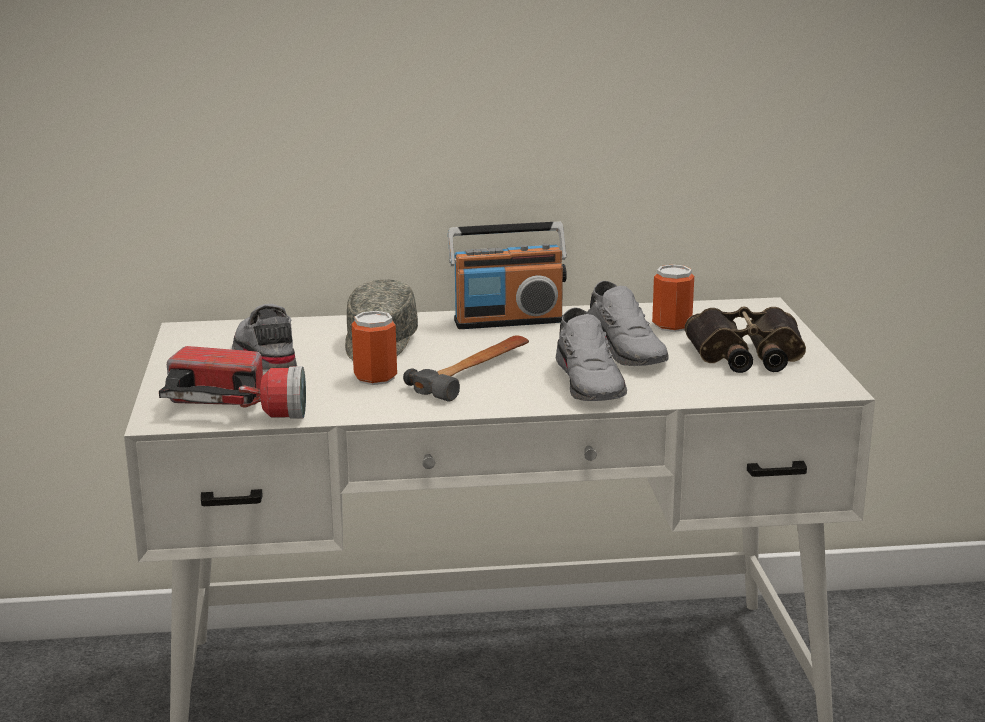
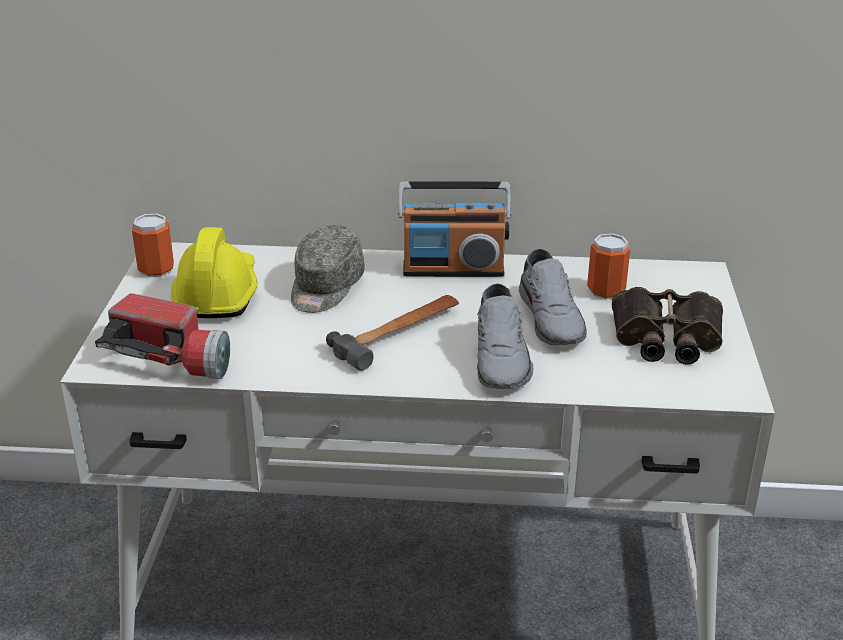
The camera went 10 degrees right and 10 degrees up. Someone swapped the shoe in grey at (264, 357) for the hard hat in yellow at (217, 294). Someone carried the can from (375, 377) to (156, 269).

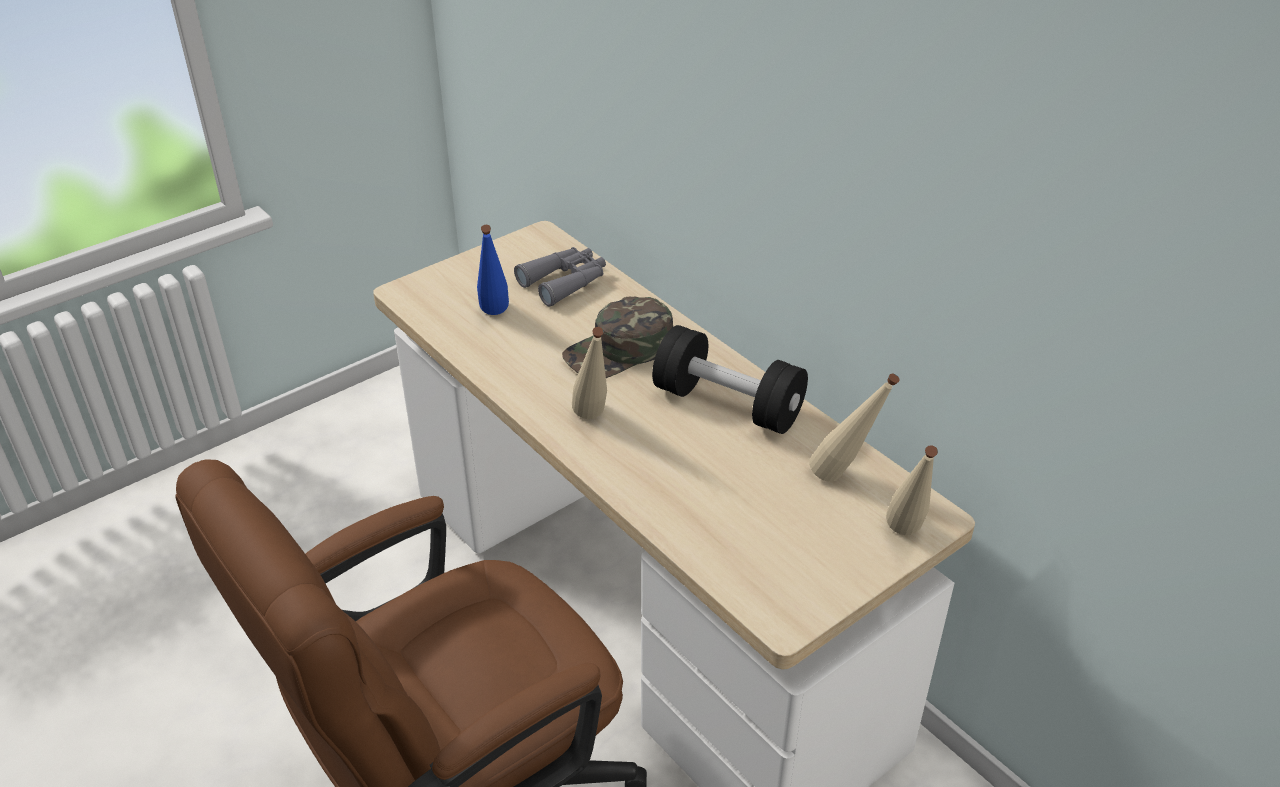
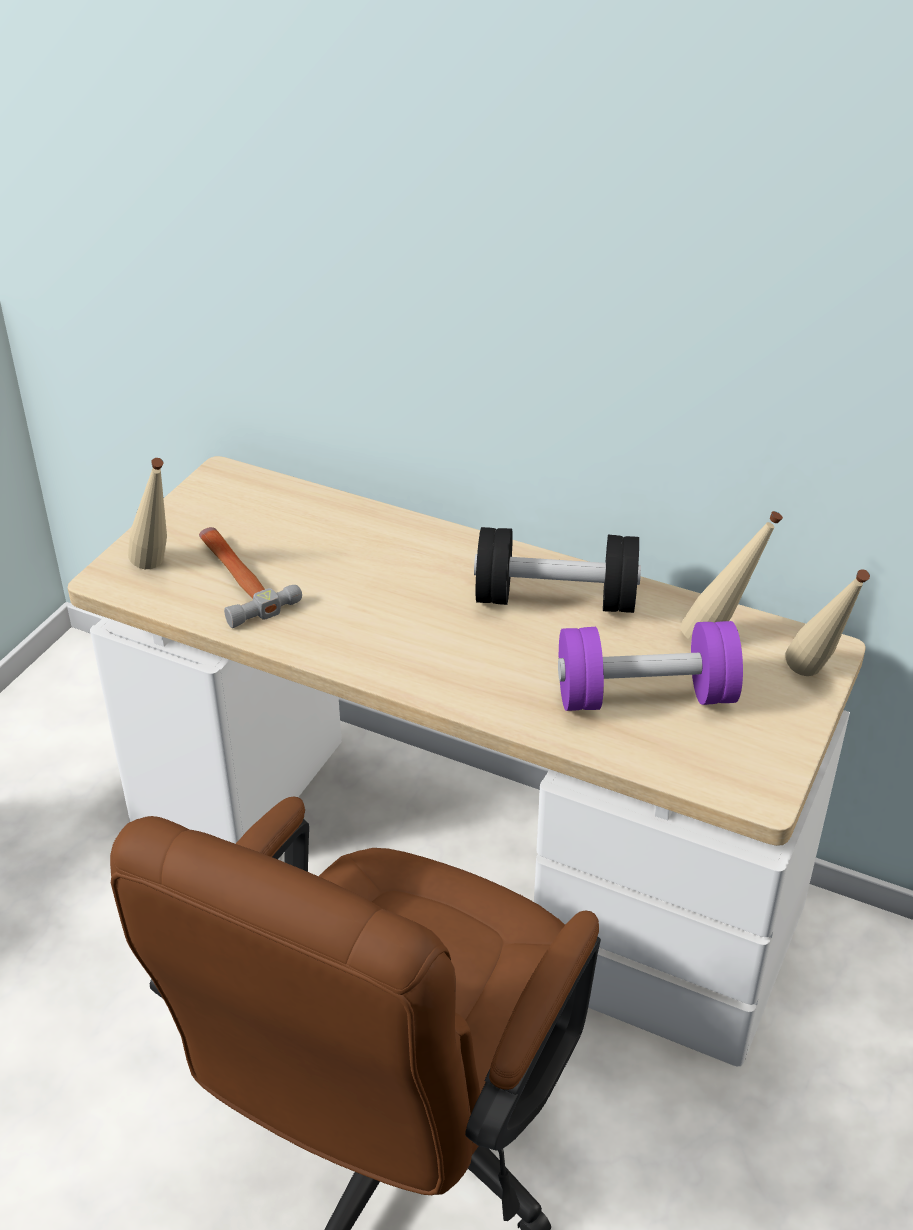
The camera went 25 degrees left and 0 degrees up. Someone swapped the bottle in blue at (494, 317) for the hammer at (237, 578). Someone took away the binoculars in grey at (565, 282). Someone took away the cap in green at (620, 350). Someone carried the bottle in beige from (593, 421) to (158, 569). Someone put down the dumbbell in purple at (645, 696).

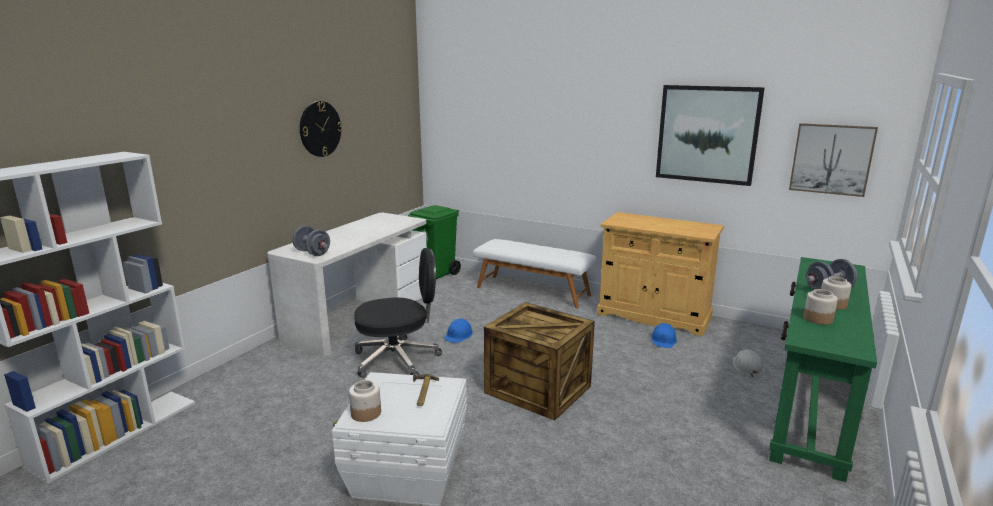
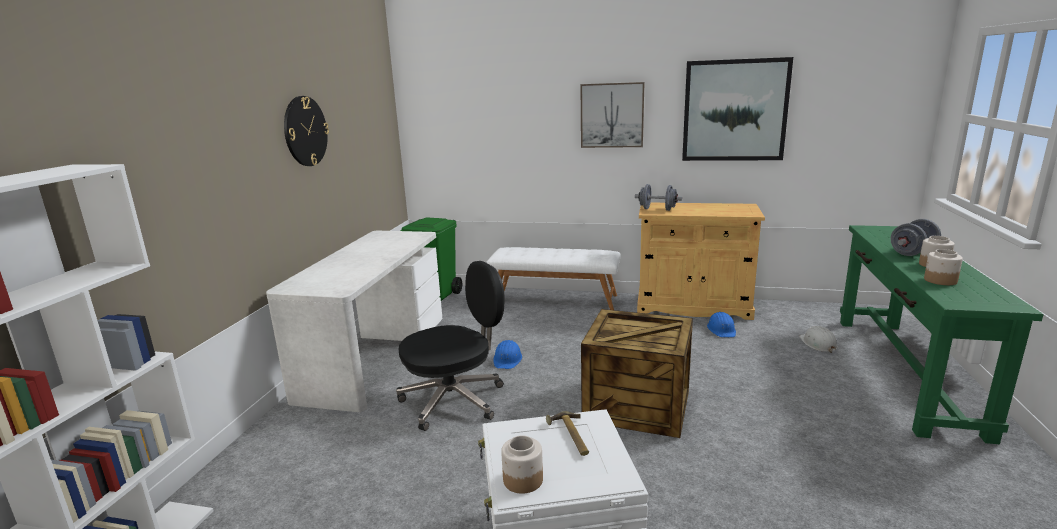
The camera went 15 degrees left and 0 degrees up. Someone carried the dumbbell in grey from (312, 253) to (657, 209). Someone carried the picture from (831, 159) to (612, 115).

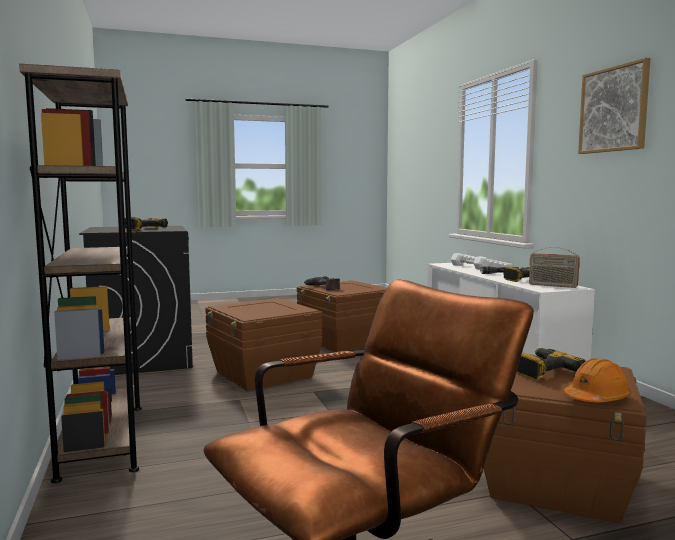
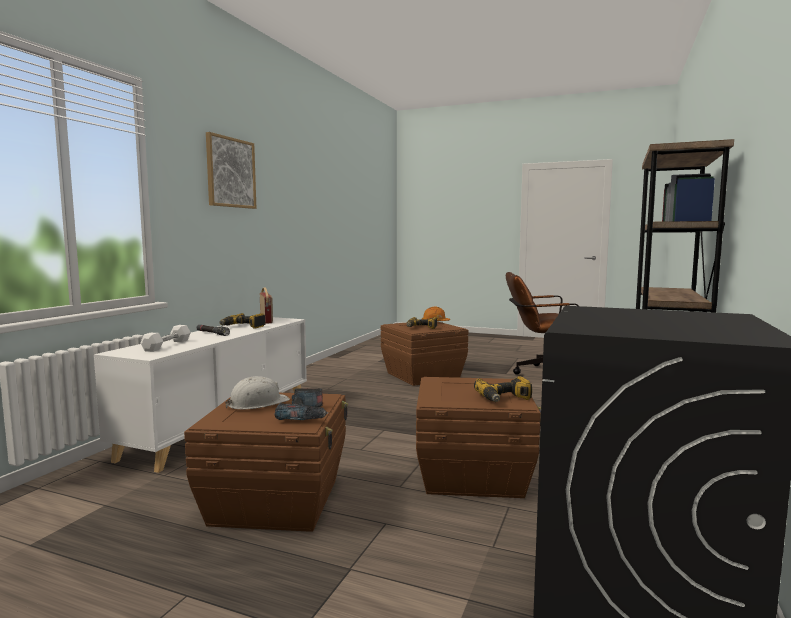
The camera went 140 degrees left and 0 degrees up. Someone carried the power drill from (144, 229) to (504, 399). Someone put down the hard hat in white at (257, 403).

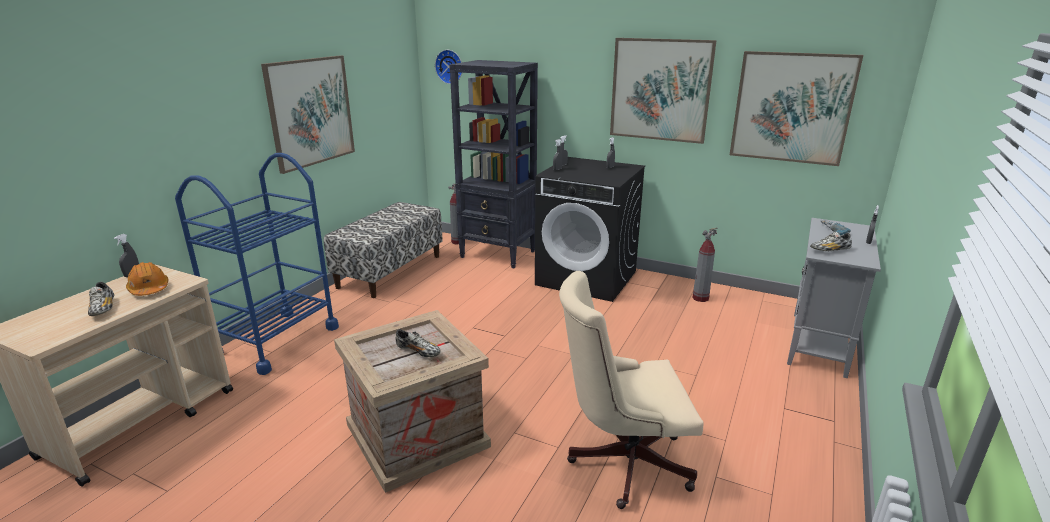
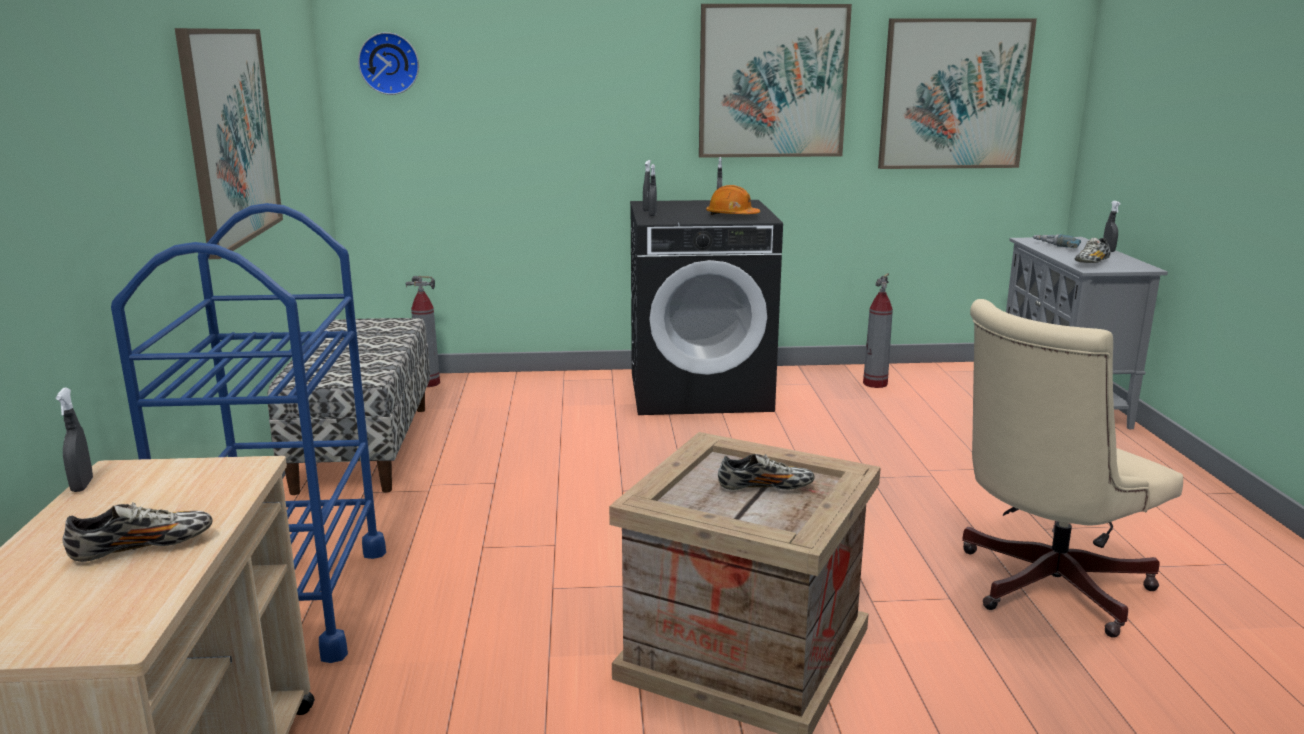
The camera went 30 degrees left and 5 degrees down. Someone rotated the shoe at (103, 309) by 60 degrees counterclockwise. Someone carried the hard hat in orange from (149, 289) to (732, 216). Someone took away the bookcase in black at (498, 254).

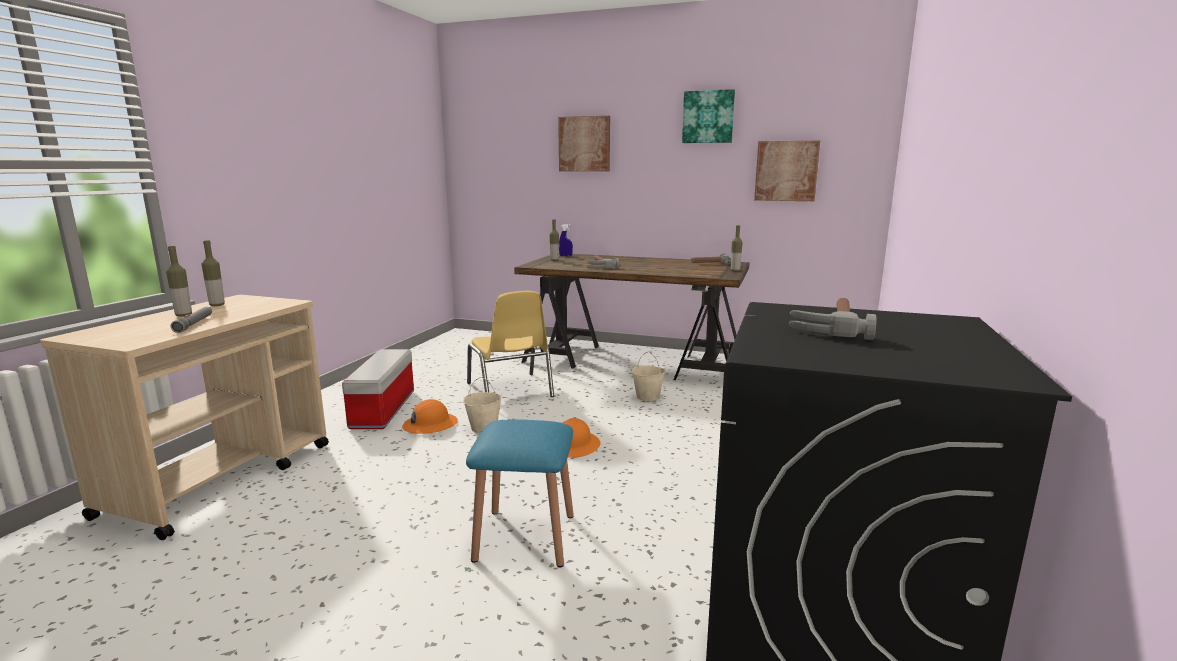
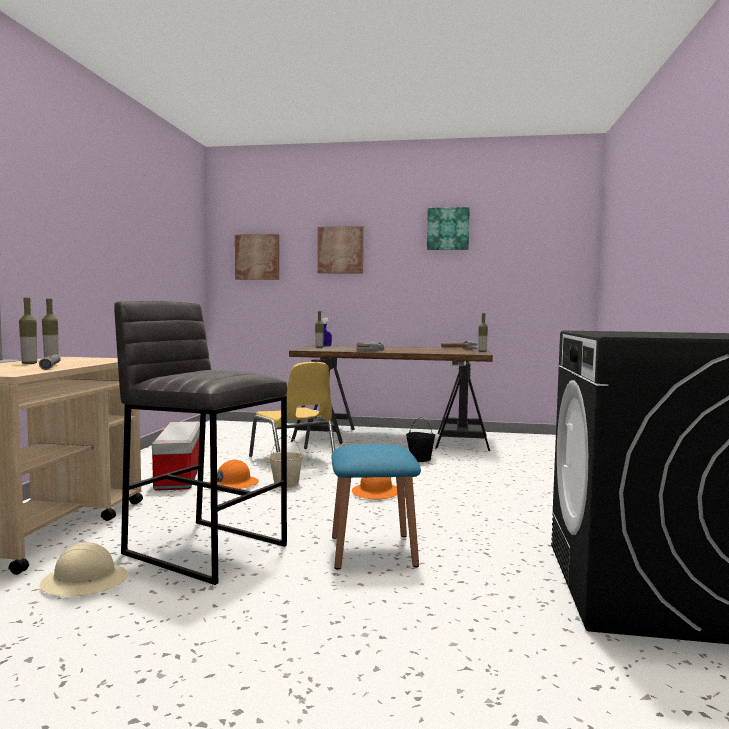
The camera went 10 degrees left and 10 degrees down. Someone repainted the bucket in beige at (648, 397), which became the bucket in black at (420, 459). Someone carried the picture from (786, 171) to (257, 257). Someone took away the hammer at (829, 325). Someone put down the hard hat in beige at (85, 582). Someone put down the stool in grey at (205, 548).

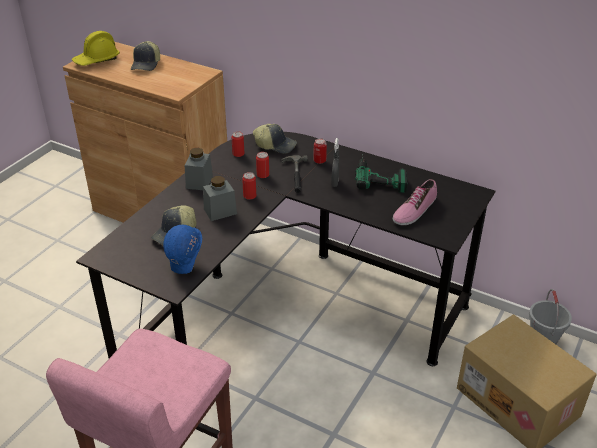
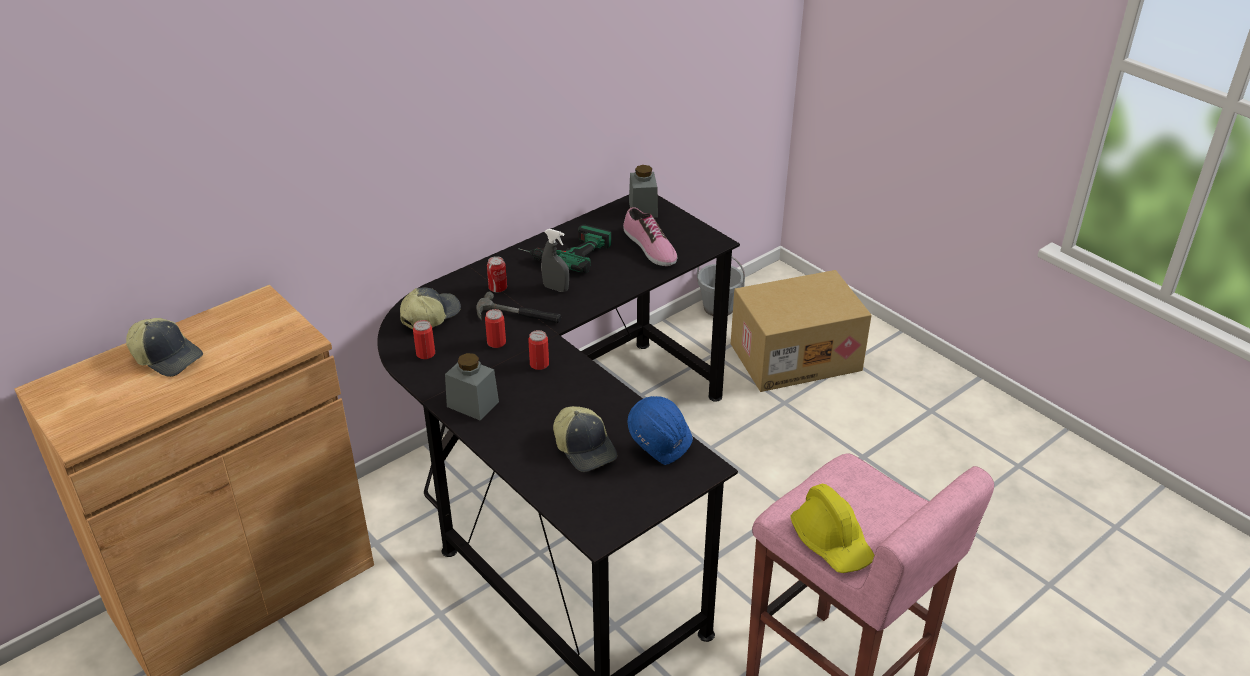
The camera went 70 degrees left and 0 degrees up. Someone carried the hard hat in yellow from (97, 60) to (832, 542). Someone carried the jar in grey from (220, 211) to (643, 209).

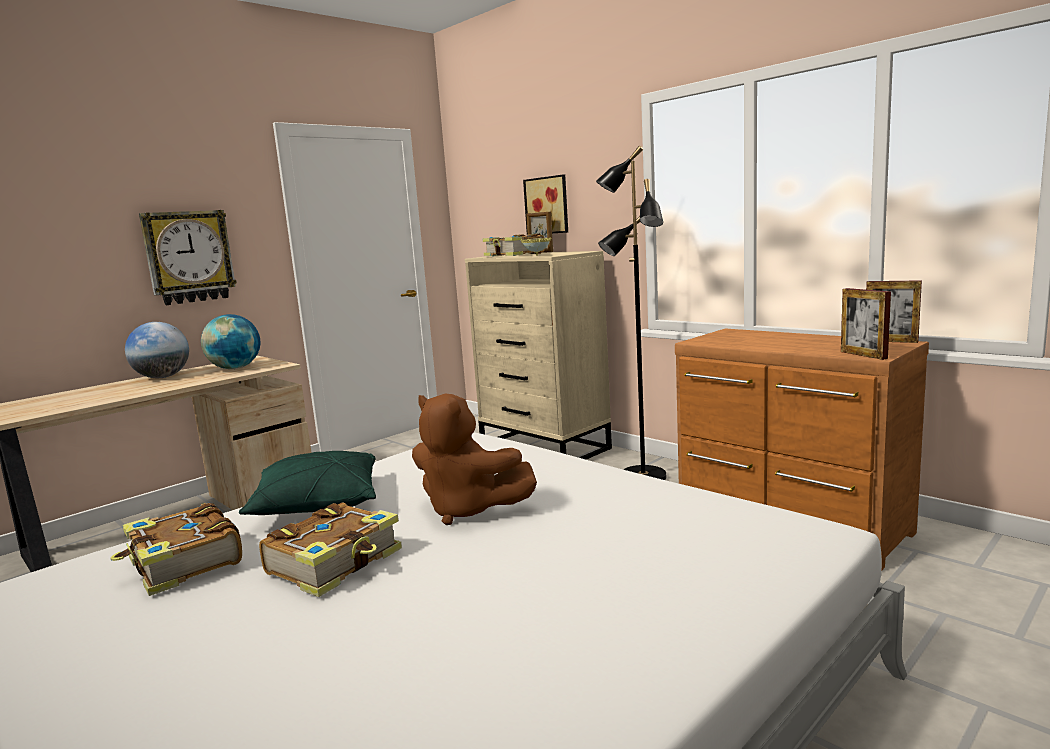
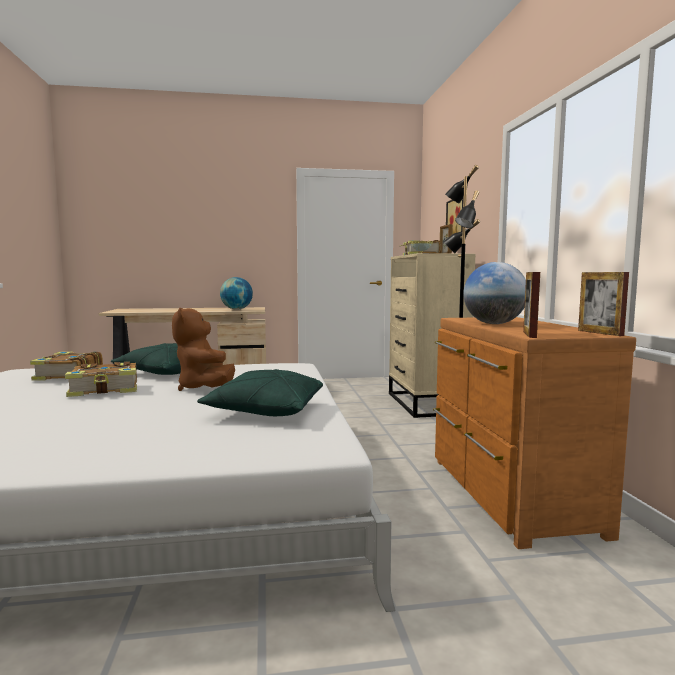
The camera went 35 degrees right and 5 degrees down. Someone carried the globe from (162, 377) to (494, 324). Someone took away the wall clock at (189, 257). Someone put down the pillow in green at (265, 411).

